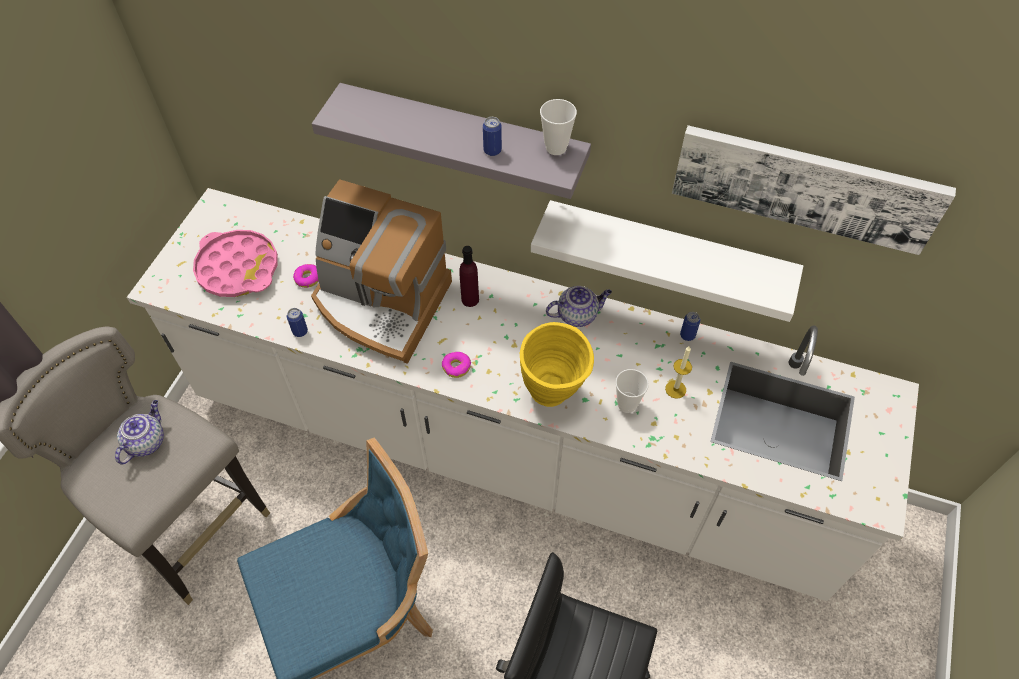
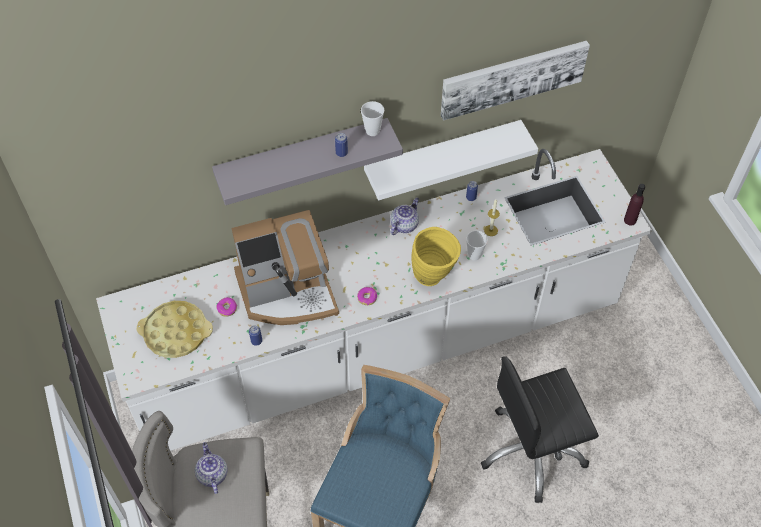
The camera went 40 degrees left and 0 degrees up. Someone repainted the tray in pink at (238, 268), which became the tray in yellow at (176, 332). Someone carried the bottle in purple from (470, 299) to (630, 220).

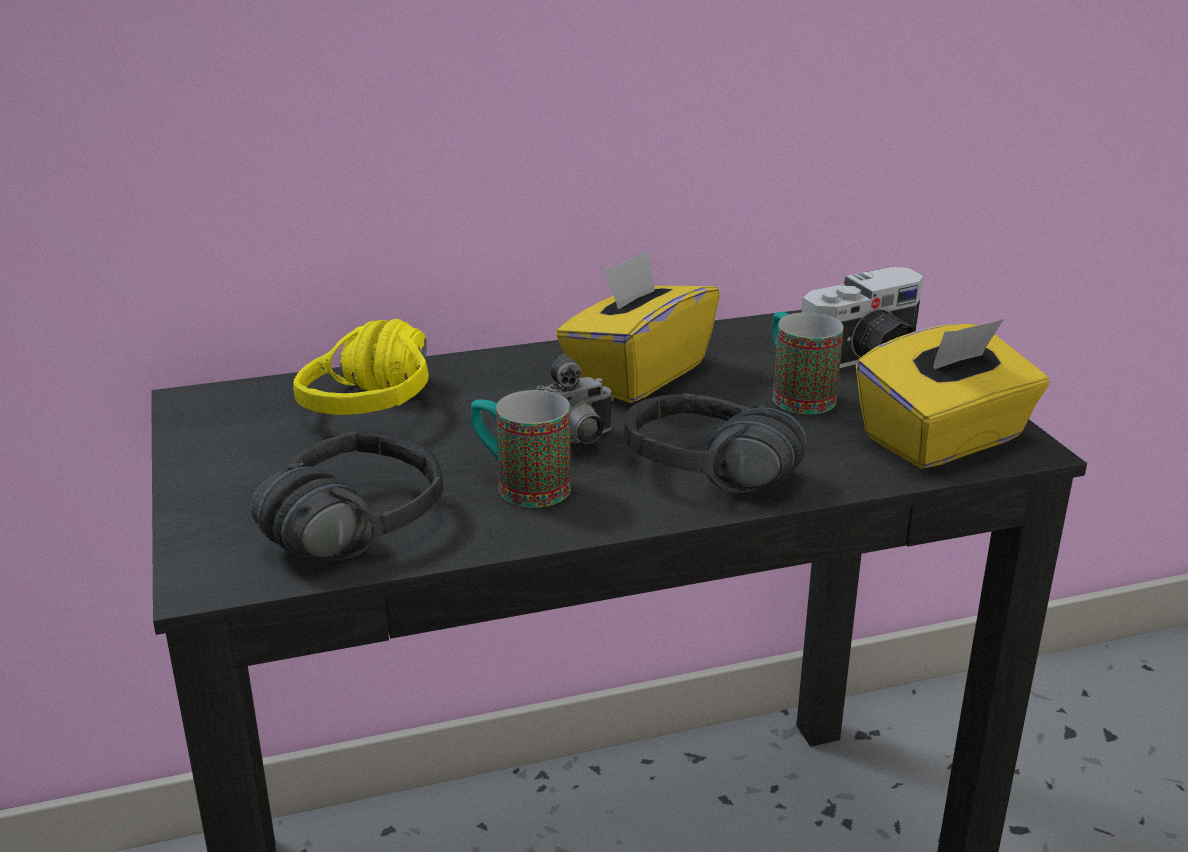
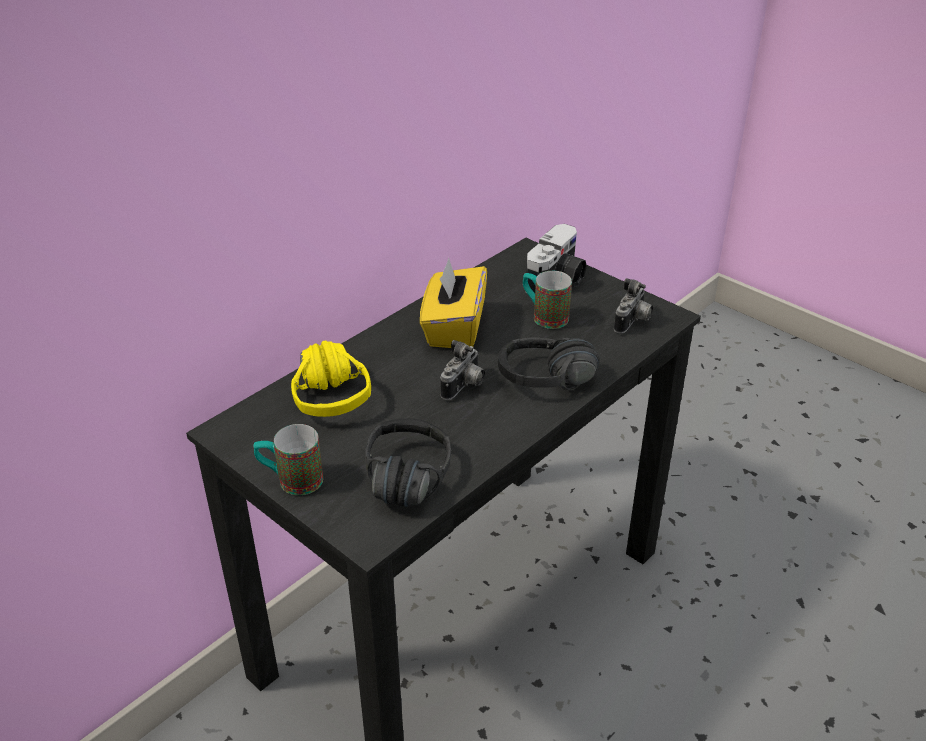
The camera went 30 degrees left and 10 degrees up. Someone carried the mug from (520, 485) to (291, 480). Someone swapped the tissue box in yellow at (944, 439) for the photo camera at (633, 322).

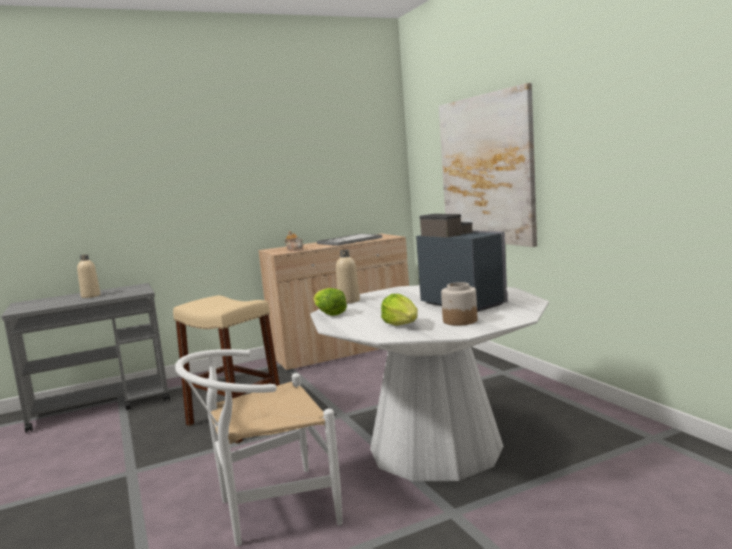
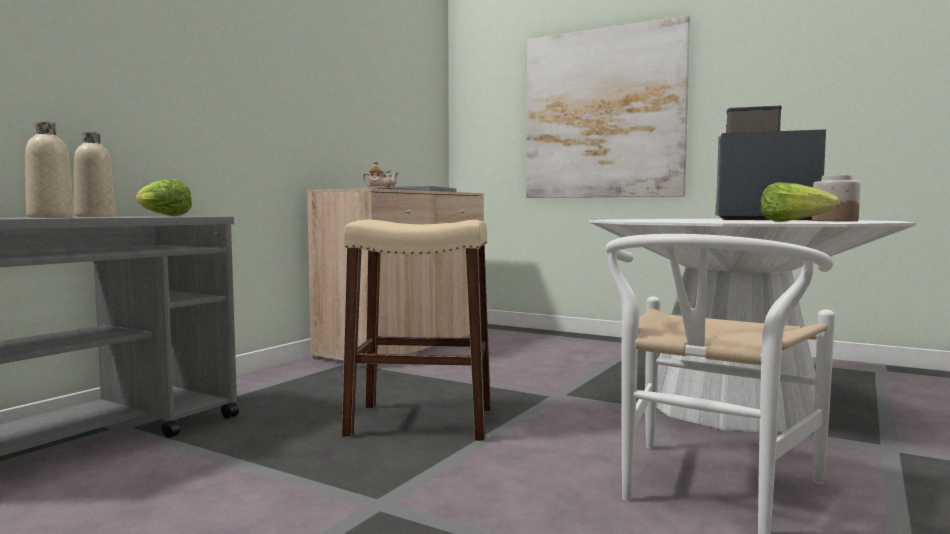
The camera went 35 degrees left and 5 degrees down. Someone carried the lettuce from (329, 314) to (162, 216). Someone carried the bottle in beige from (349, 301) to (50, 217).

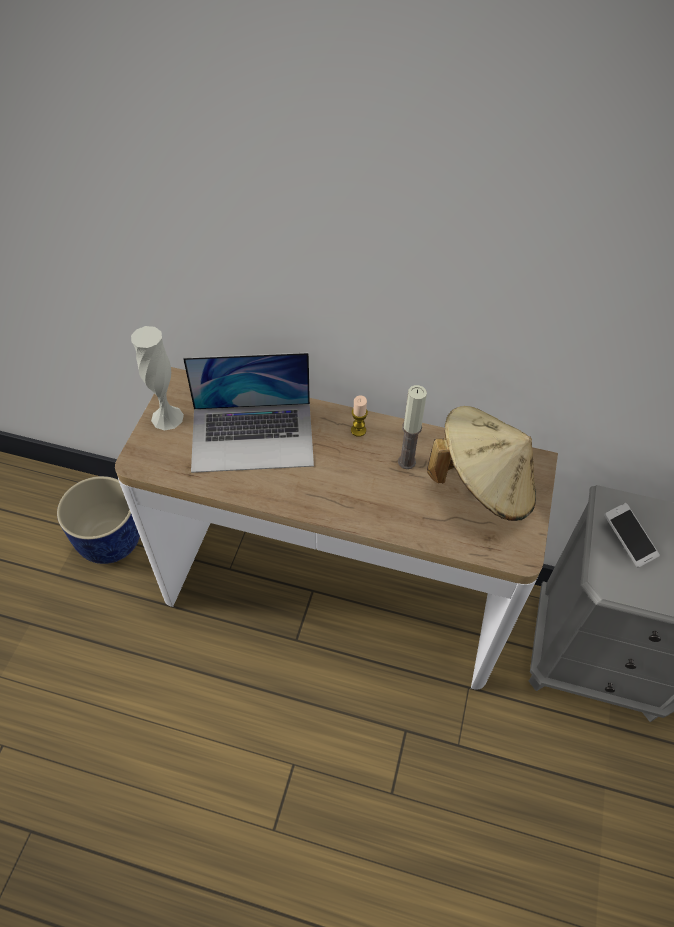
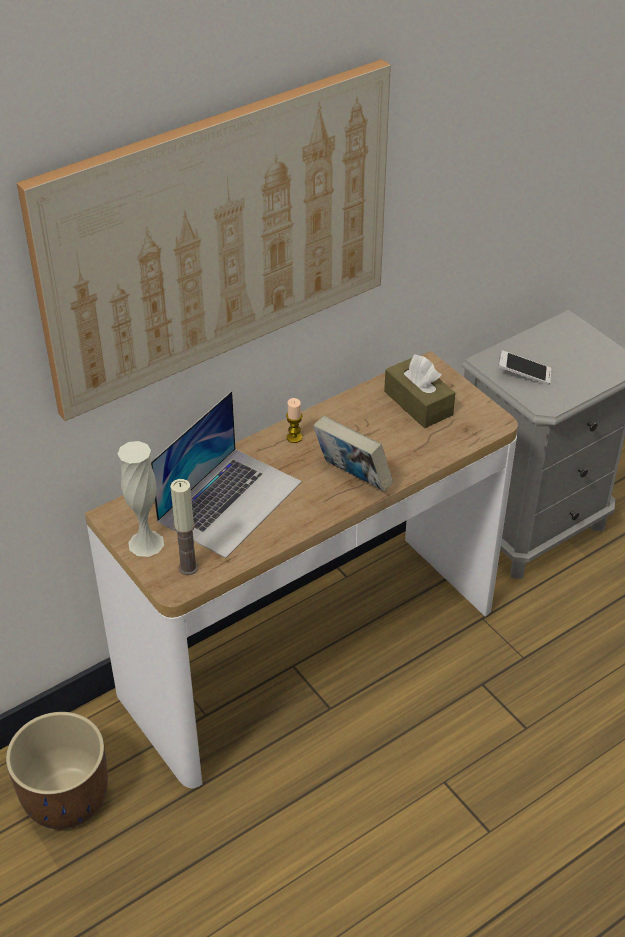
The camera went 50 degrees left and 10 degrees down. Someone repainted the planter in blue at (109, 541), which became the planter in brown at (67, 799). Someone carried the candle from (406, 462) to (188, 567). Someone swapped the hat in beige at (483, 484) for the tissue box in brown at (418, 403). Someone put up the picture at (219, 237). Someone put down the book at (352, 478).

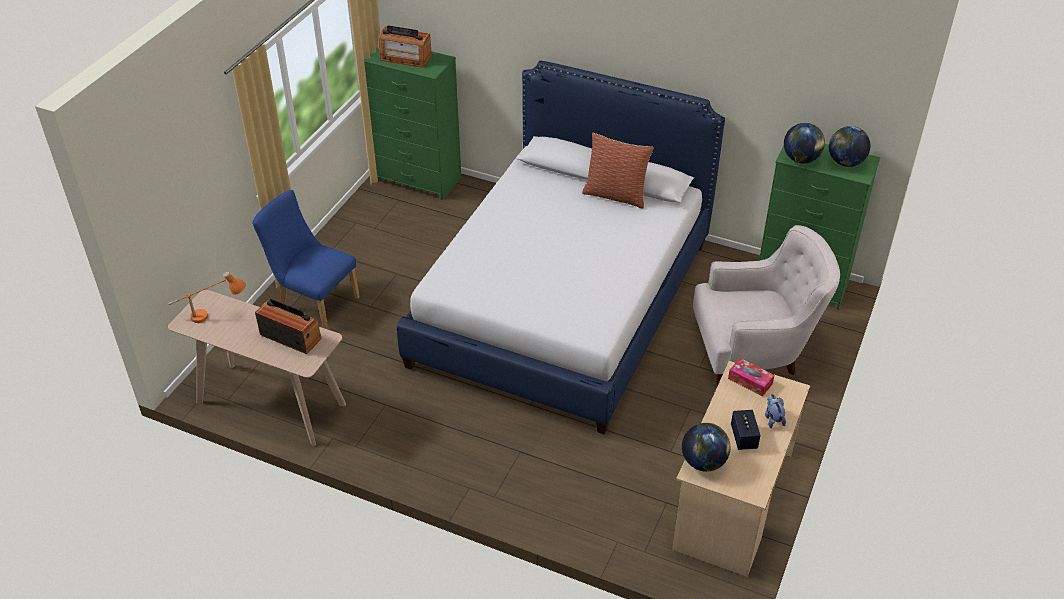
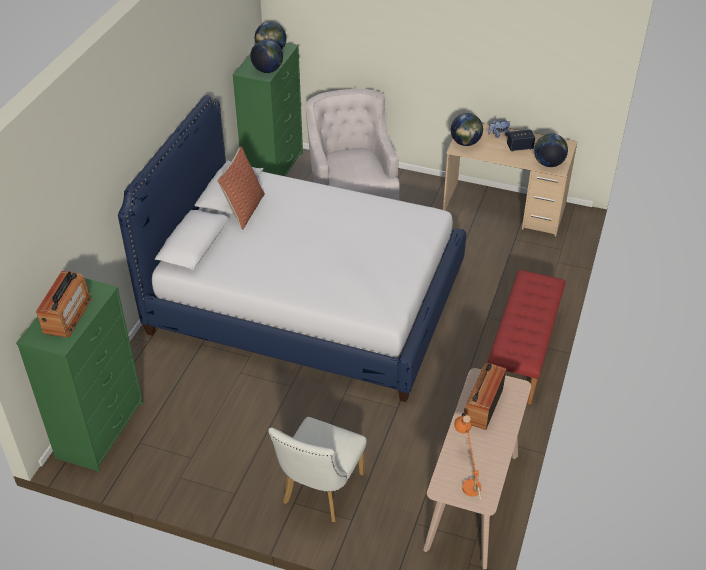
The camera went 95 degrees left and 0 degrees up. Someone repainted the chair in blue at (314, 302), which became the chair in white at (319, 492). Someone swapped the tissue box at (750, 381) for the globe at (465, 143). Someone put down the bench in red at (523, 352).

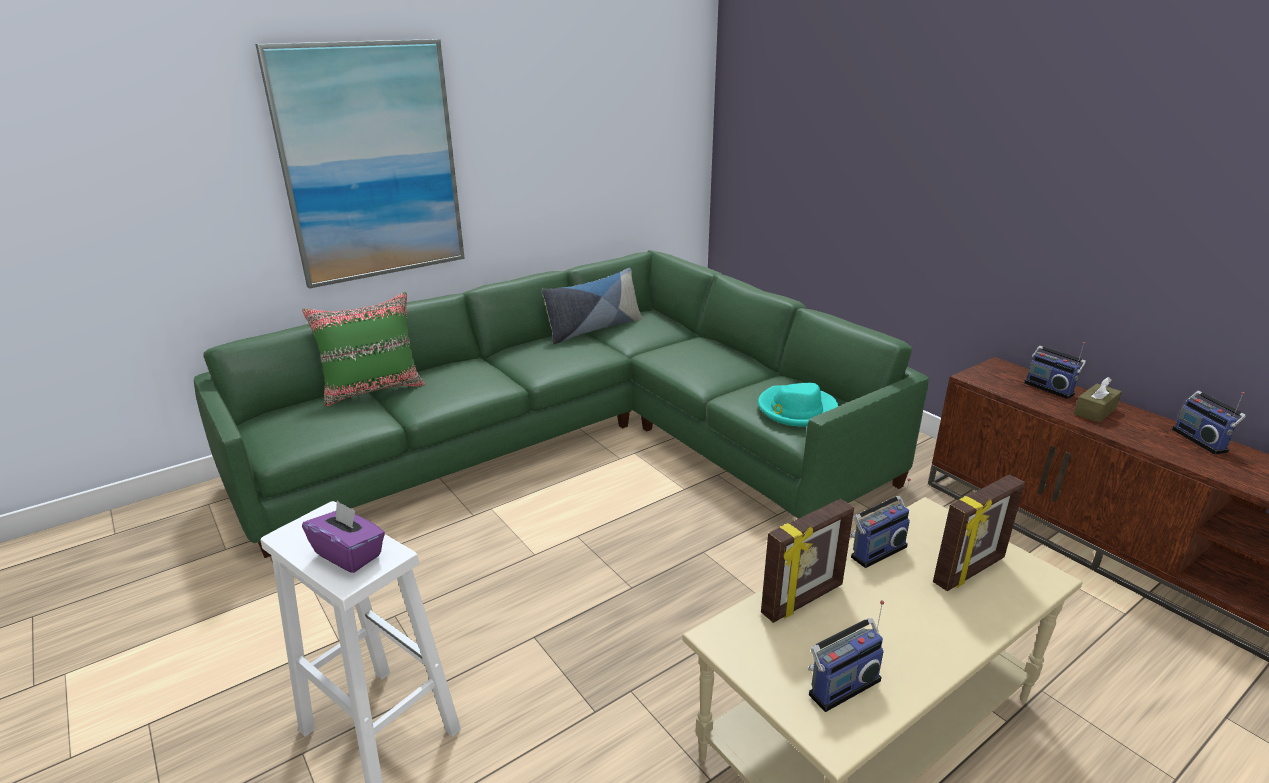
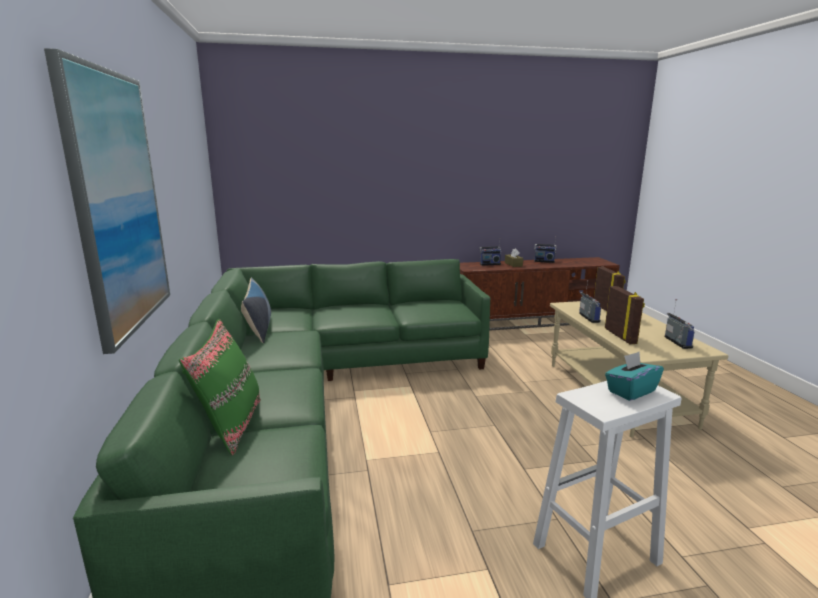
The camera went 65 degrees left and 10 degrees down. Someone repainted the tissue box in purple at (349, 554), which became the tissue box in turquoise at (630, 391). Someone took away the hat in turquoise at (796, 409).

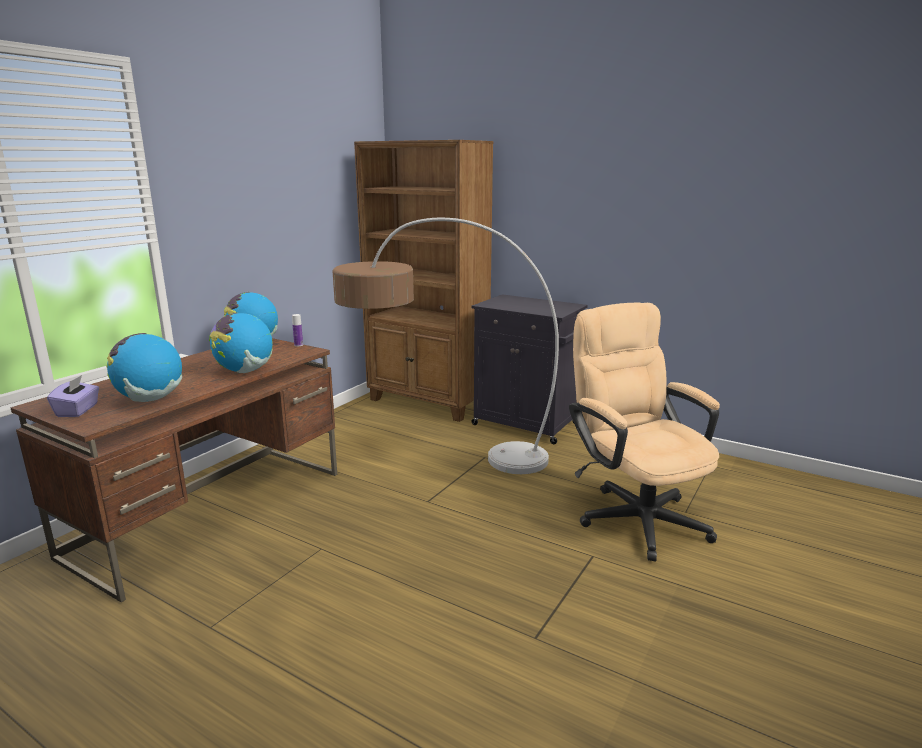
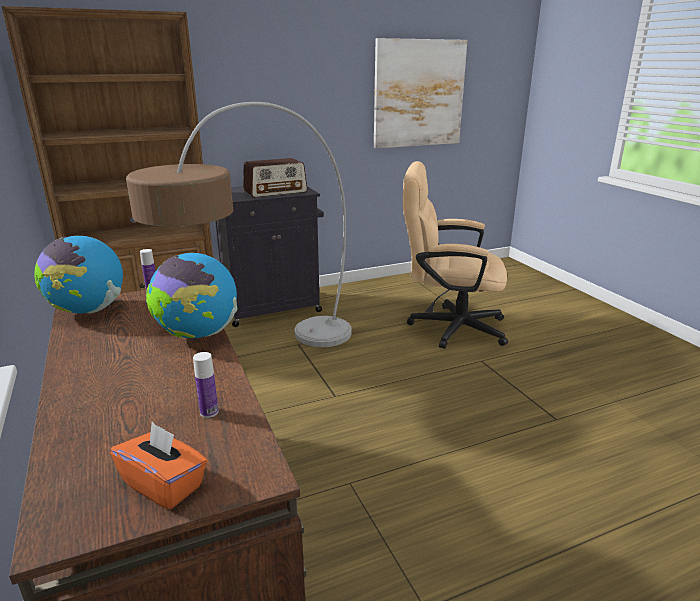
The camera went 55 degrees left and 5 degrees up. Someone repainted the tissue box in purple at (78, 410), which became the tissue box in orange at (164, 484). Someone swapped the globe at (150, 399) for the bottle at (209, 412). Someone put down the radio at (275, 192). Someone put up the picture at (418, 94).

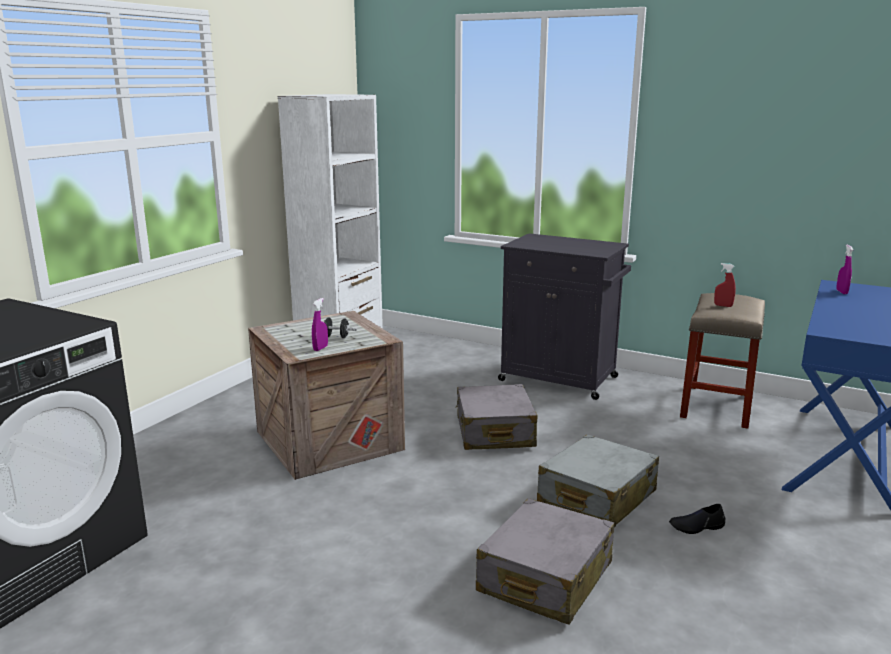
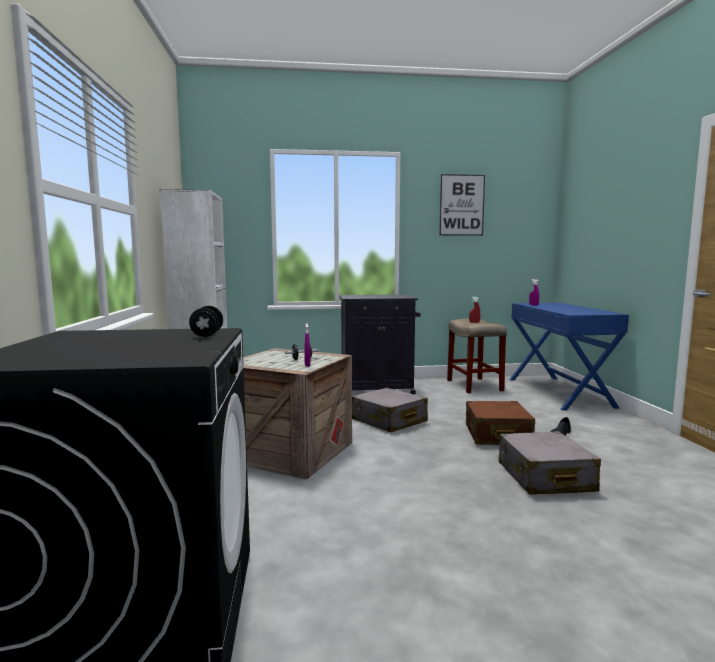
The camera went 35 degrees left and 10 degrees down. Someone repainted the suitcase in grey at (596, 497), which became the suitcase in brown at (497, 435). Someone put down the dumbbell in black at (207, 334). Someone put up the picture at (461, 205).

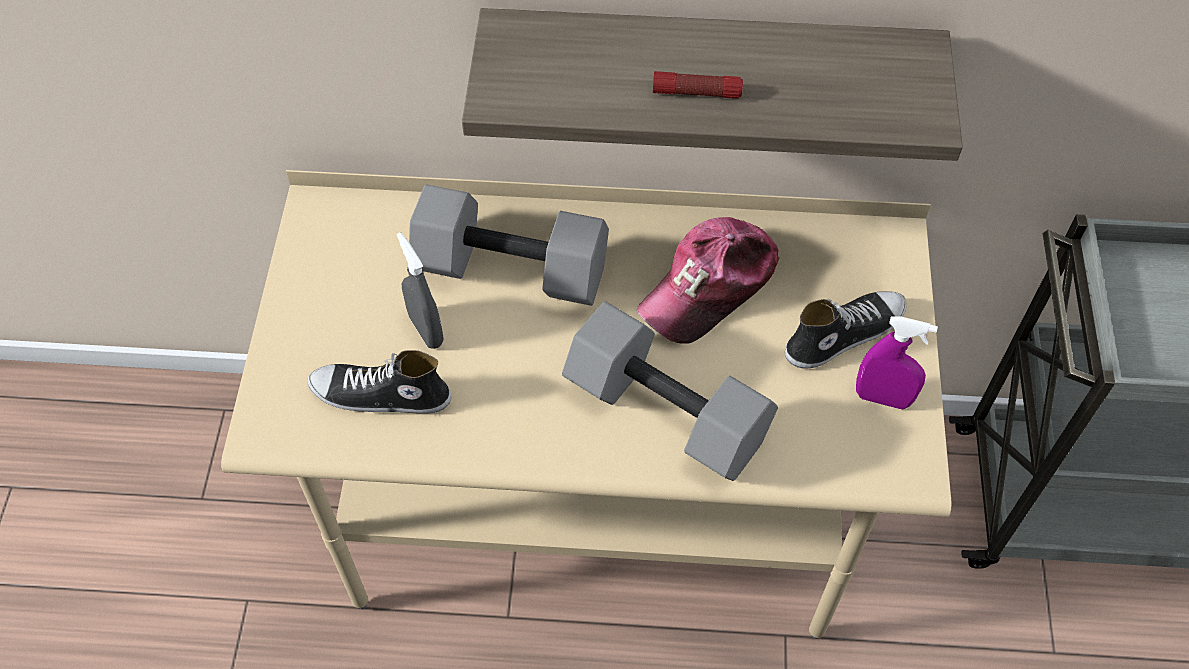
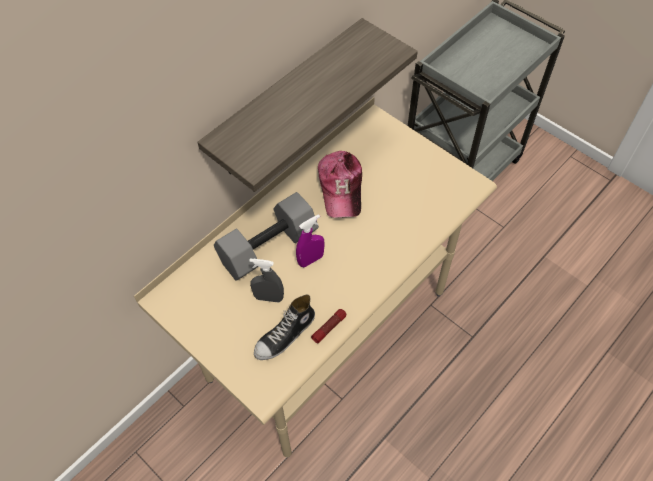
The camera went 50 degrees left and 0 degrees up. Someone took away the dumbbell in grey at (663, 413). Someone carried the flashlight from (696, 93) to (329, 328). Someone took away the shoe at (843, 333). Someone carried the spray bottle in purple from (882, 398) to (311, 260).

